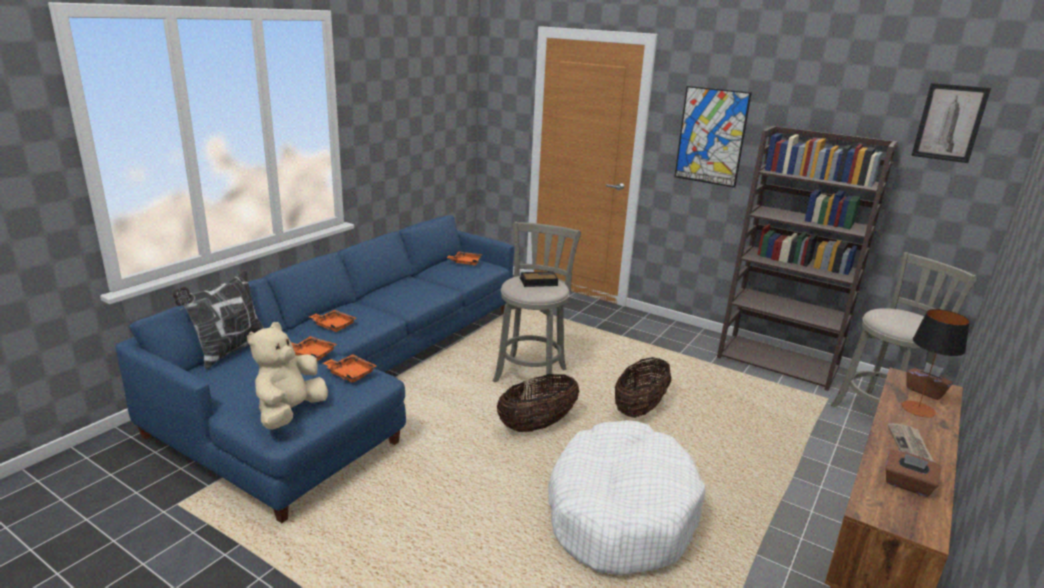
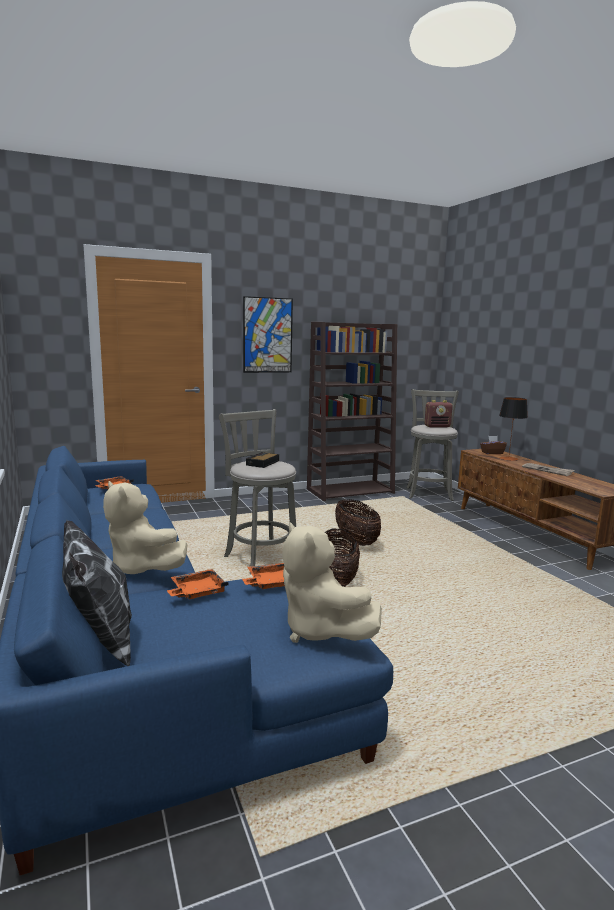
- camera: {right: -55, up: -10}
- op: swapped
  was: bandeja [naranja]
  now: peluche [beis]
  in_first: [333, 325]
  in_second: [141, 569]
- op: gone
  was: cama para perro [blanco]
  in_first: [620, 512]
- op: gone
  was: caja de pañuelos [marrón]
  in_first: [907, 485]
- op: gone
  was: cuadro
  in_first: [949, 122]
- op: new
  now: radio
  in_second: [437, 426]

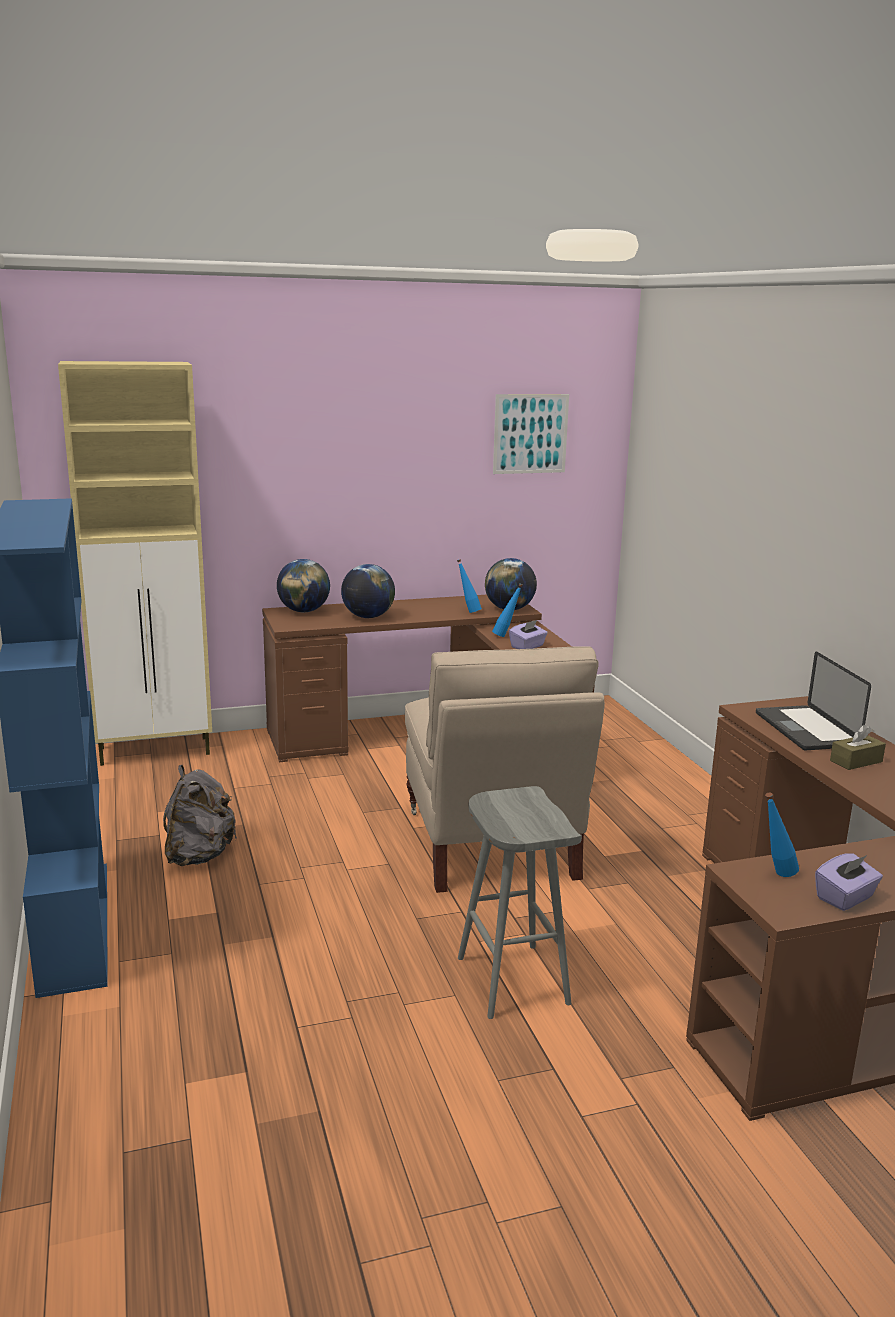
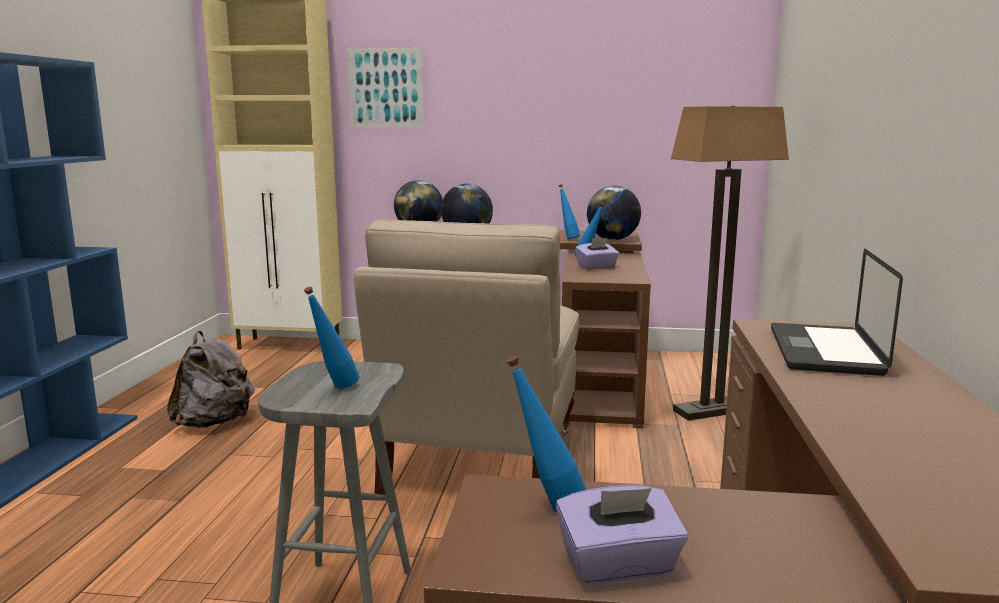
- camera: {right: 25, up: -5}
- op: shifted
  was: cuadro
  in_first: [530, 434]
  in_second: [385, 88]
- op: gone
  was: caja de pañuelos [marrón]
  in_first: [856, 761]
- op: new
  now: botella [azul]
  in_second: [334, 389]
- op: new
  now: lámpara de pie
  in_second: [711, 411]

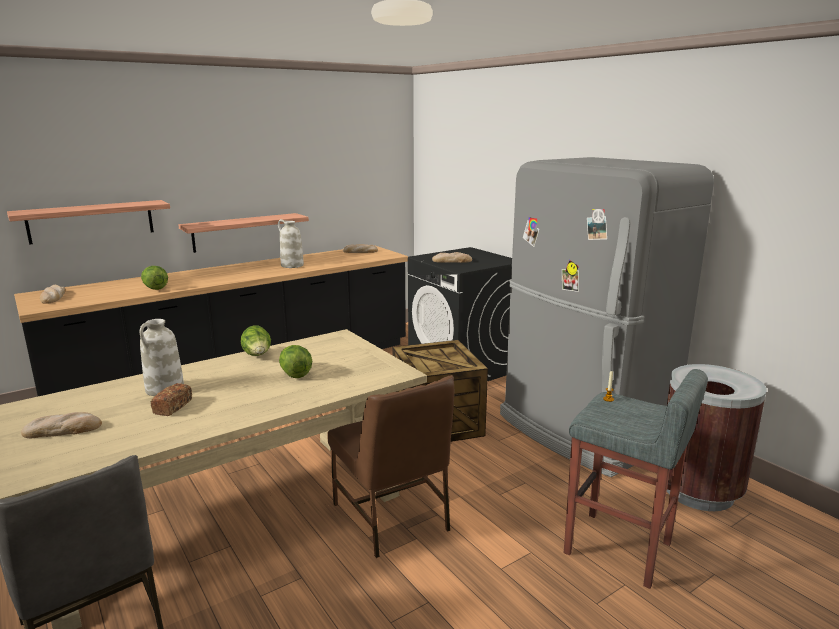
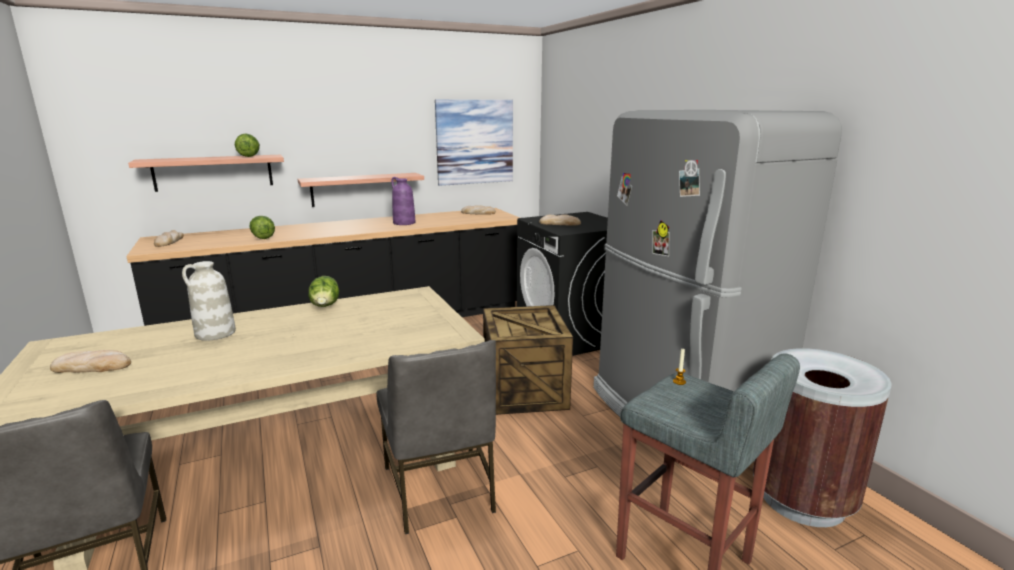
- camera: {right: 10, up: 0}
- op: gone
  was: pan
  in_first: [173, 407]
- op: repainted
  was: florero [blanco]
  now: florero [morado]
  in_first: [291, 265]
  in_second: [403, 223]
- op: shifted
  was: lechuga
  in_first: [295, 374]
  in_second: [249, 156]
- op: repainted
  was: silla [marrón]
  now: silla [gris]
  in_first: [392, 517]
  in_second: [439, 490]
- op: new
  now: cuadro
  in_second: [474, 142]

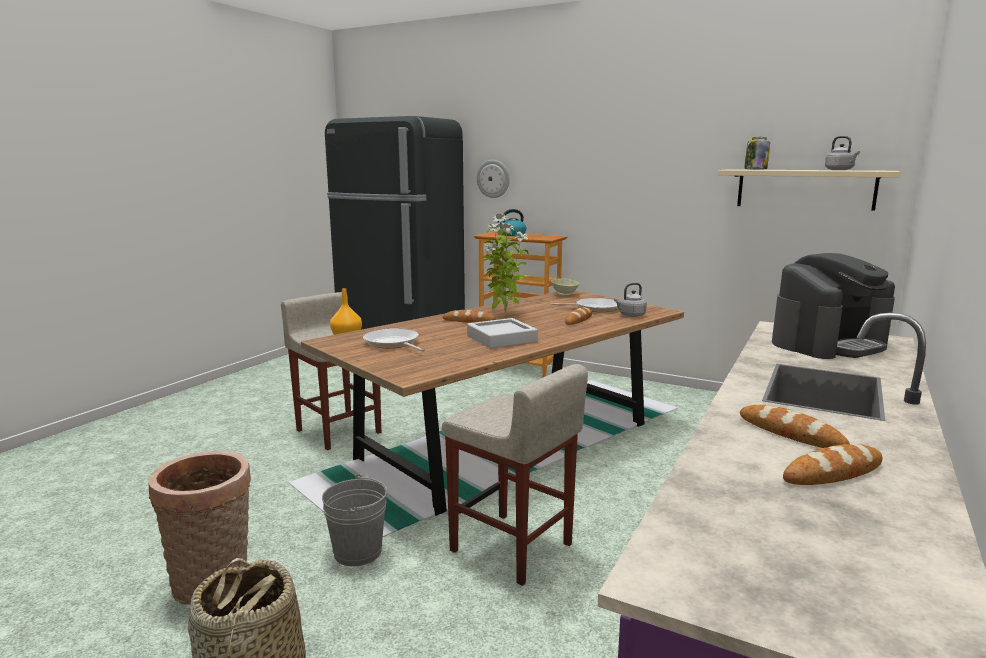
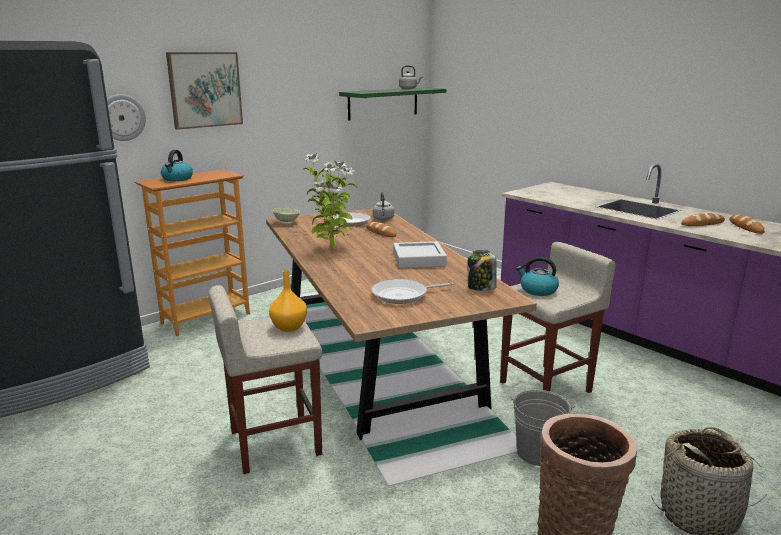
- camera: {right: -70, up: 5}
- op: gone
  was: pan
  in_first: [469, 321]
- op: repainted
  was: estante [beis]
  now: estante [verde]
  in_first: [805, 189]
  in_second: [383, 103]
- op: shifted
  was: tarro
  in_first: [755, 169]
  in_second: [481, 287]
- op: gone
  was: cafetera
  in_first: [828, 344]
- op: new
  now: cuadro
  in_second: [205, 89]
- op: new
  now: hervidor
  in_second: [537, 290]

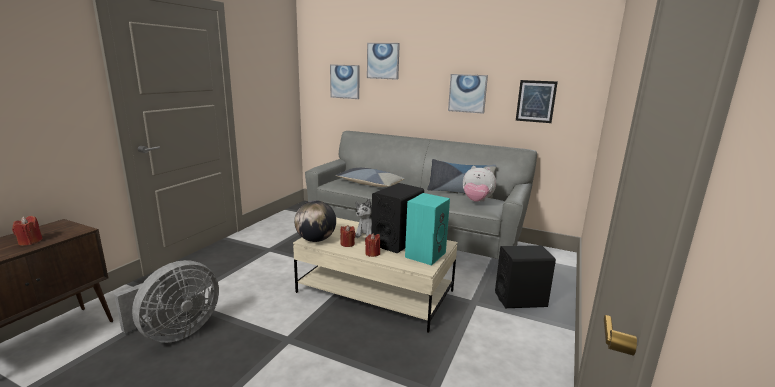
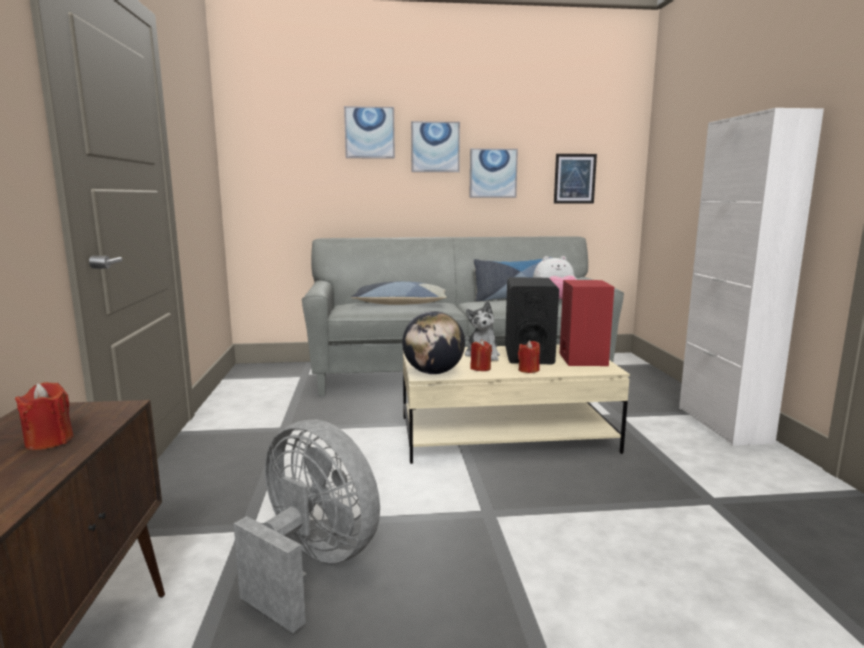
- camera: {right: -30, up: -5}
- op: rotated
  was: ventilador [gris]
  in_first: [175, 332]
  in_second: [312, 566]
  clockwise: -60
- op: shifted
  was: cuadro
  in_first: [345, 81]
  in_second: [435, 147]
- op: repainted
  was: altavoz [turquesa]
  now: altavoz [rojo]
  in_first: [425, 254]
  in_second: [581, 359]
- op: gone
  was: altavoz [negro]
  in_first: [520, 299]
- op: new
  now: armario [blanco]
  in_second: [723, 424]

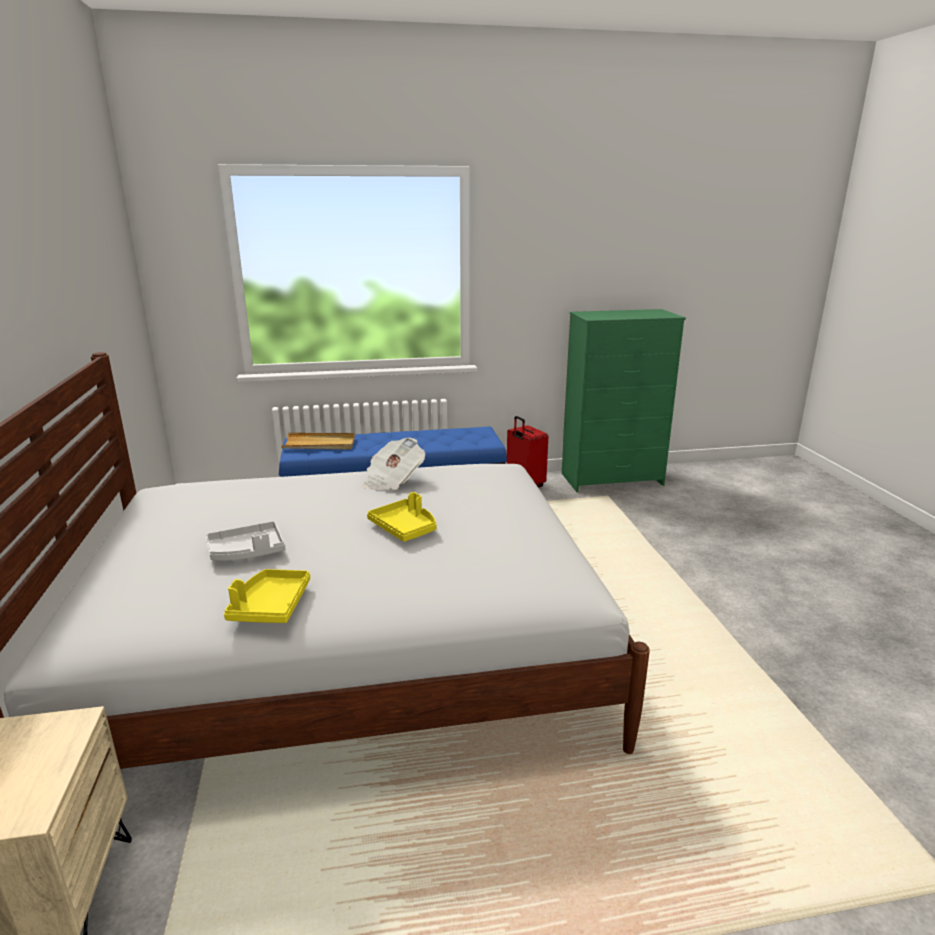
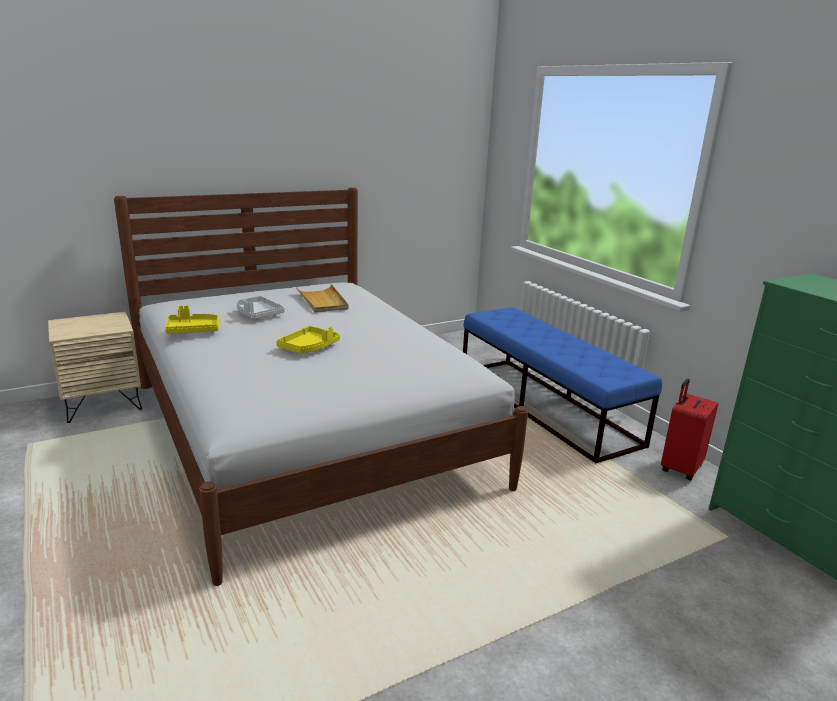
- camera: {right: 70, up: 0}
- op: shifted
  was: bandeja [beis]
  in_first: [320, 444]
  in_second: [322, 301]
- op: gone
  was: periódico
  in_first: [392, 480]

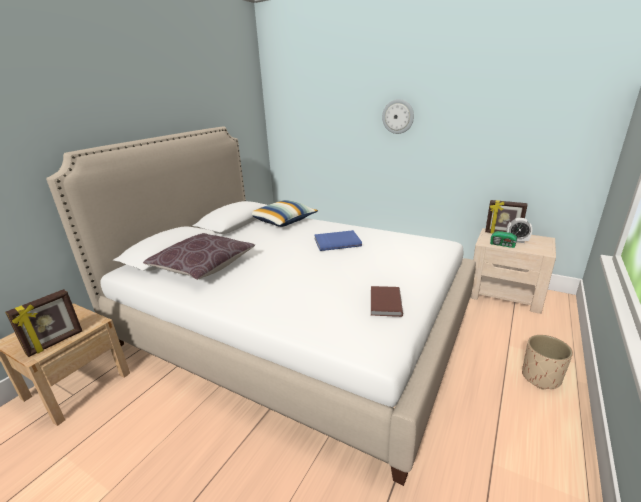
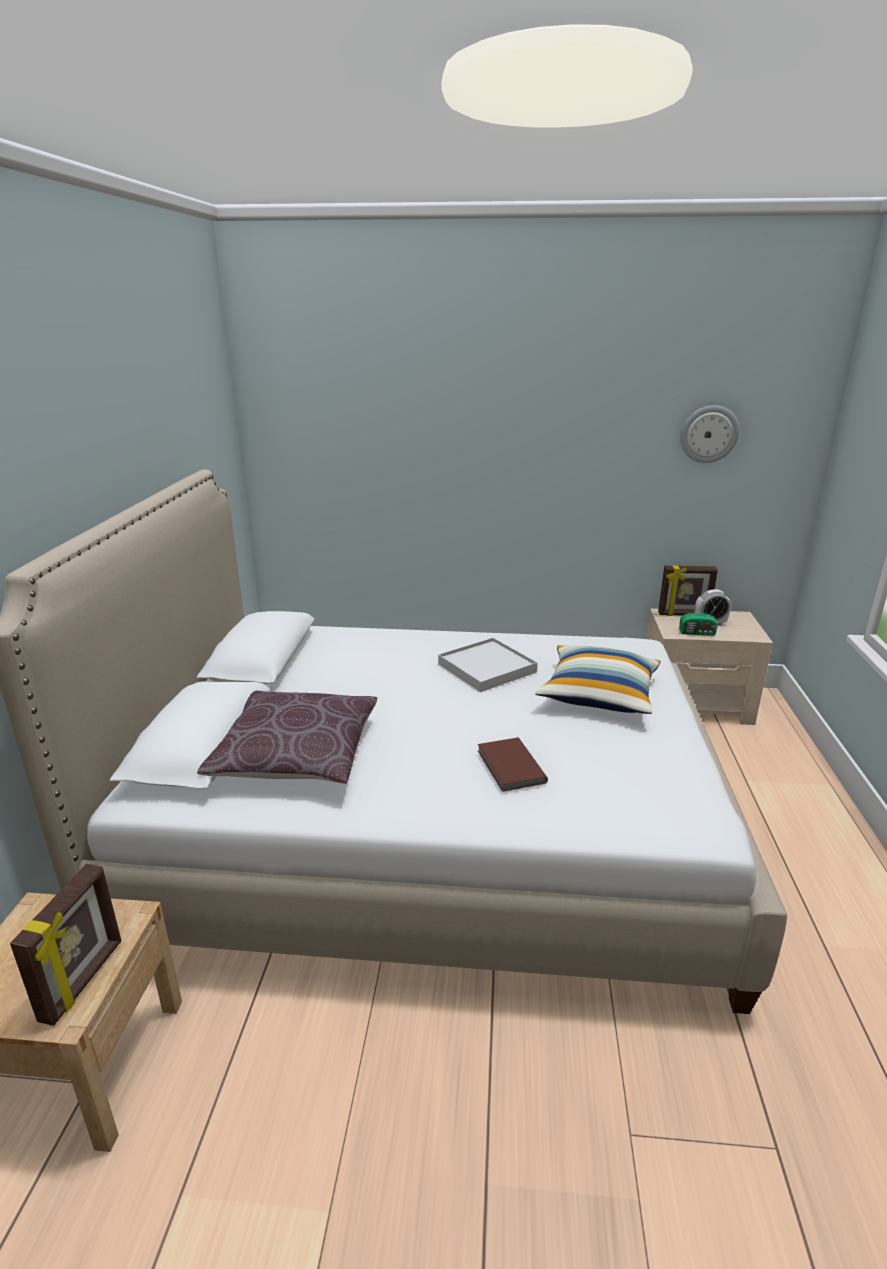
- camera: {right: -25, up: 0}
- op: shifted
  was: cojín
  in_first: [283, 221]
  in_second: [598, 694]
- op: swapped
  was: libro [azul]
  now: bandeja [blanco]
  in_first: [337, 242]
  in_second: [486, 668]
- op: shifted
  was: libro [marrón]
  in_first: [384, 303]
  in_second: [509, 767]
- op: shifted
  was: reloj de pared
  in_first: [398, 116]
  in_second: [709, 434]
- op: gone
  was: maceta [beis]
  in_first: [540, 377]

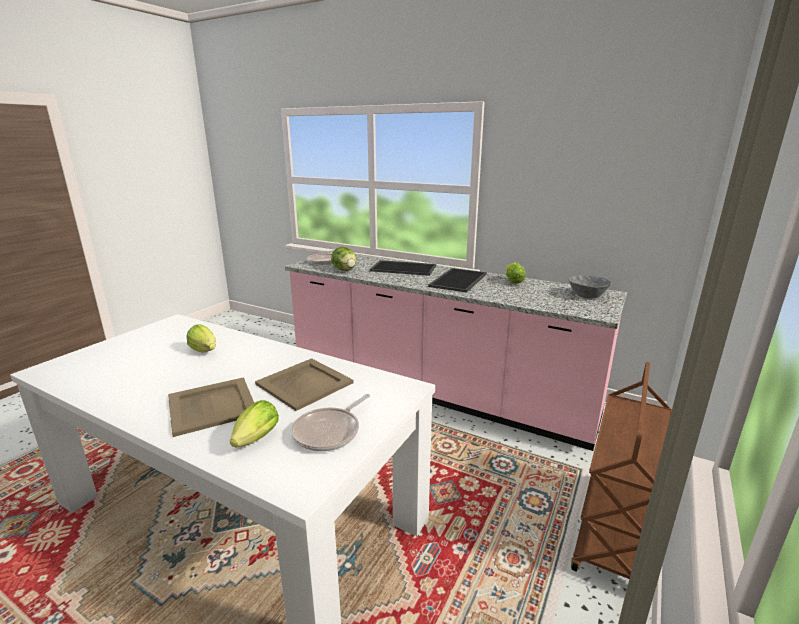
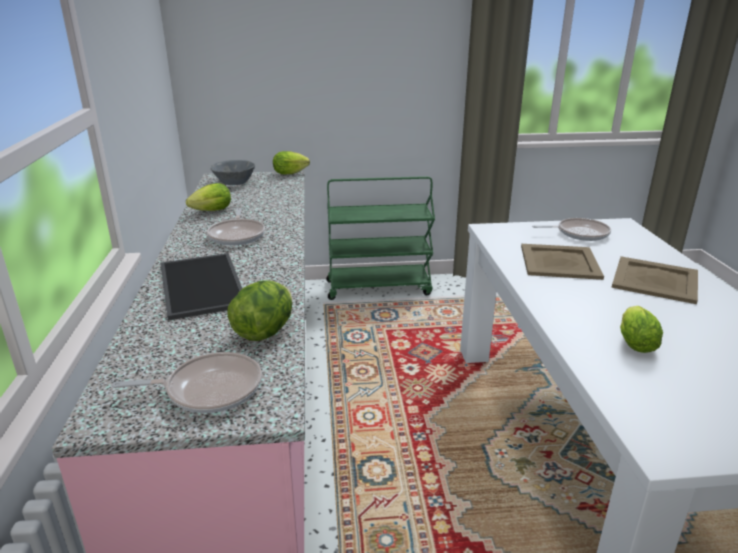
- camera: {right: -125, up: 5}
- op: shifted
  was: lechuga
  in_first: [254, 441]
  in_second: [292, 173]
- op: swapped
  was: bandeja
  now: sartén
  in_first: [459, 280]
  in_second: [237, 235]
- op: repainted
  was: carrito [marrón]
  now: carrito [verde]
  in_first: [614, 531]
  in_second: [379, 287]

